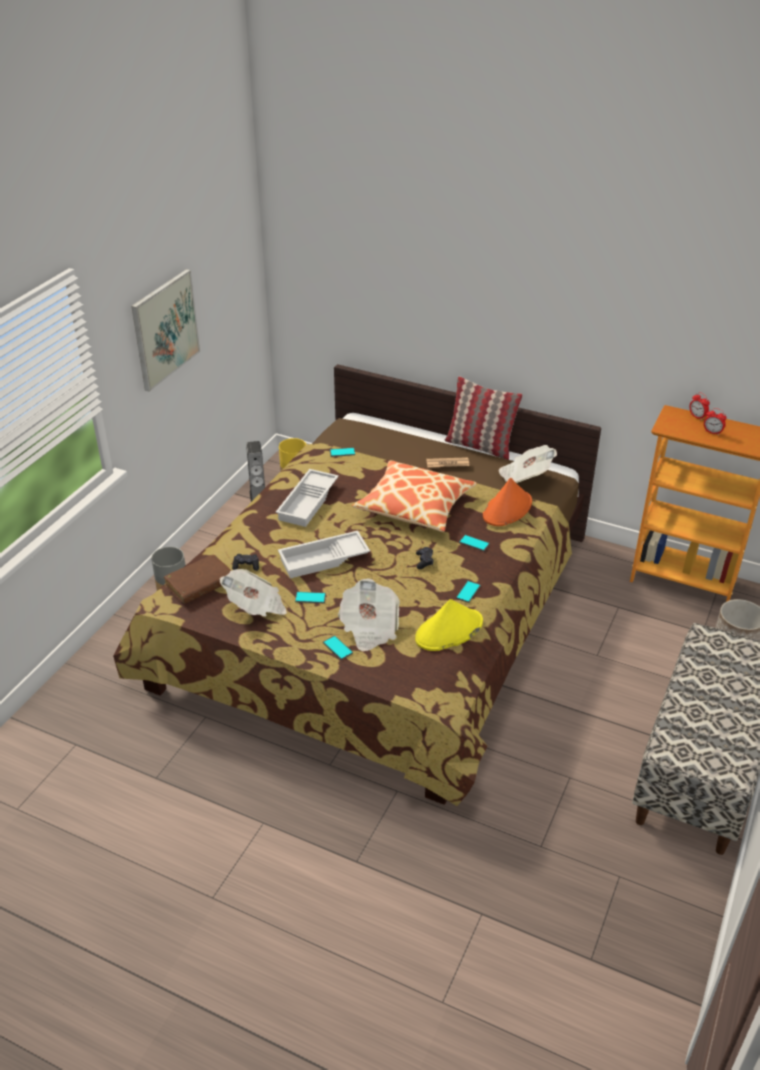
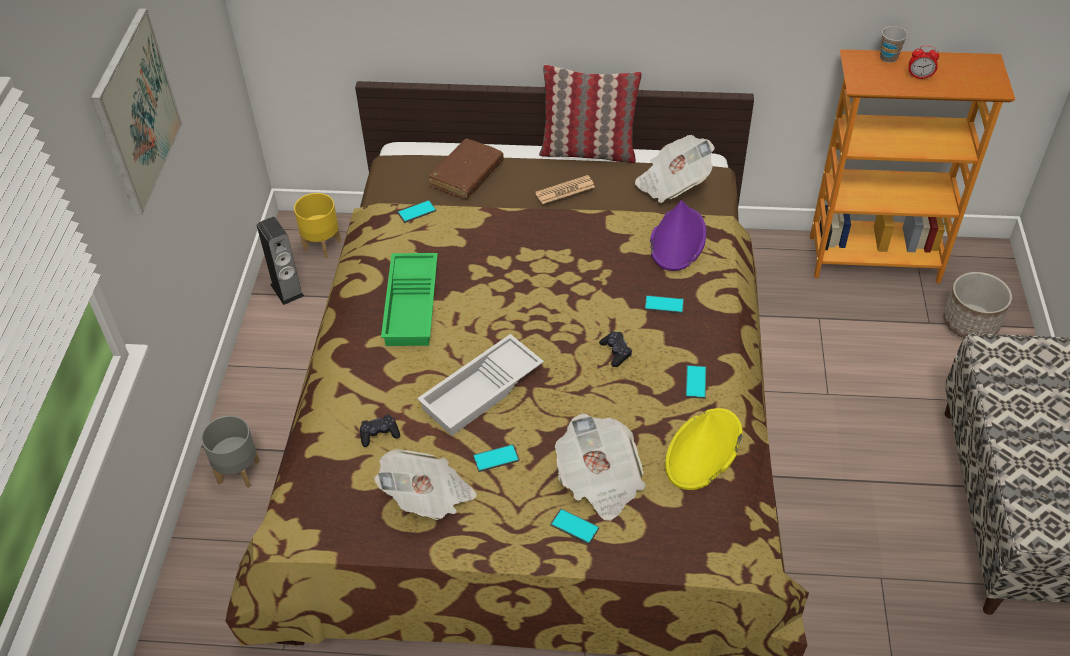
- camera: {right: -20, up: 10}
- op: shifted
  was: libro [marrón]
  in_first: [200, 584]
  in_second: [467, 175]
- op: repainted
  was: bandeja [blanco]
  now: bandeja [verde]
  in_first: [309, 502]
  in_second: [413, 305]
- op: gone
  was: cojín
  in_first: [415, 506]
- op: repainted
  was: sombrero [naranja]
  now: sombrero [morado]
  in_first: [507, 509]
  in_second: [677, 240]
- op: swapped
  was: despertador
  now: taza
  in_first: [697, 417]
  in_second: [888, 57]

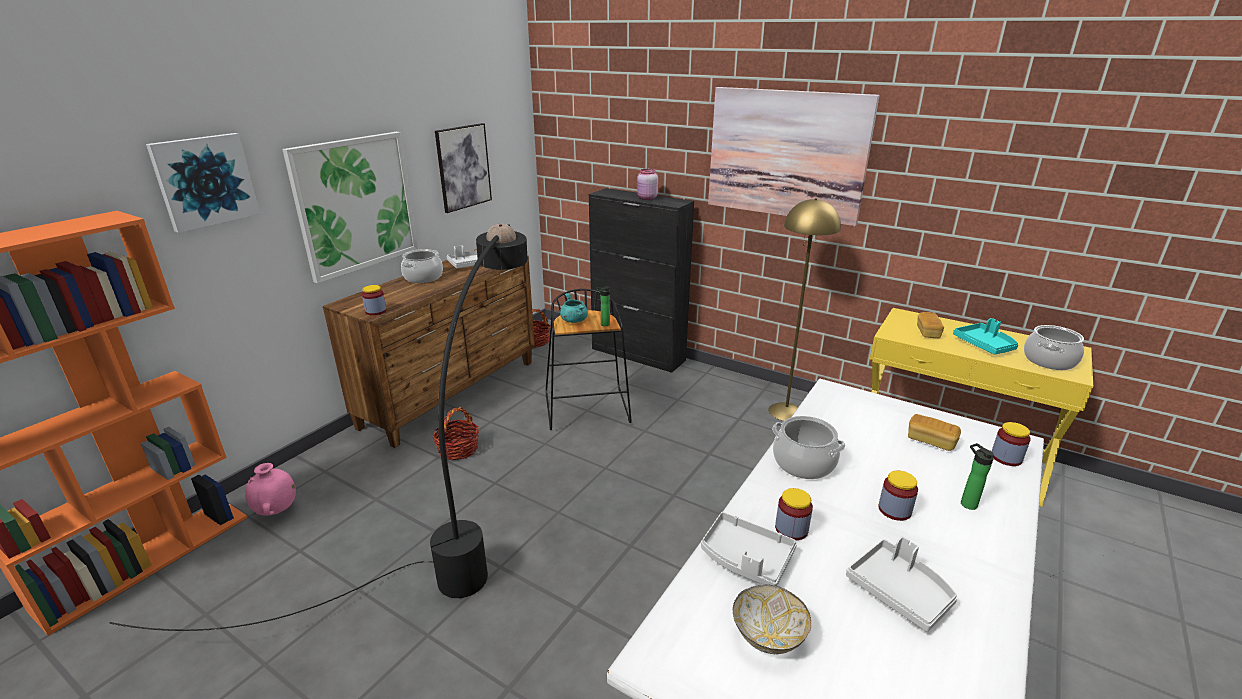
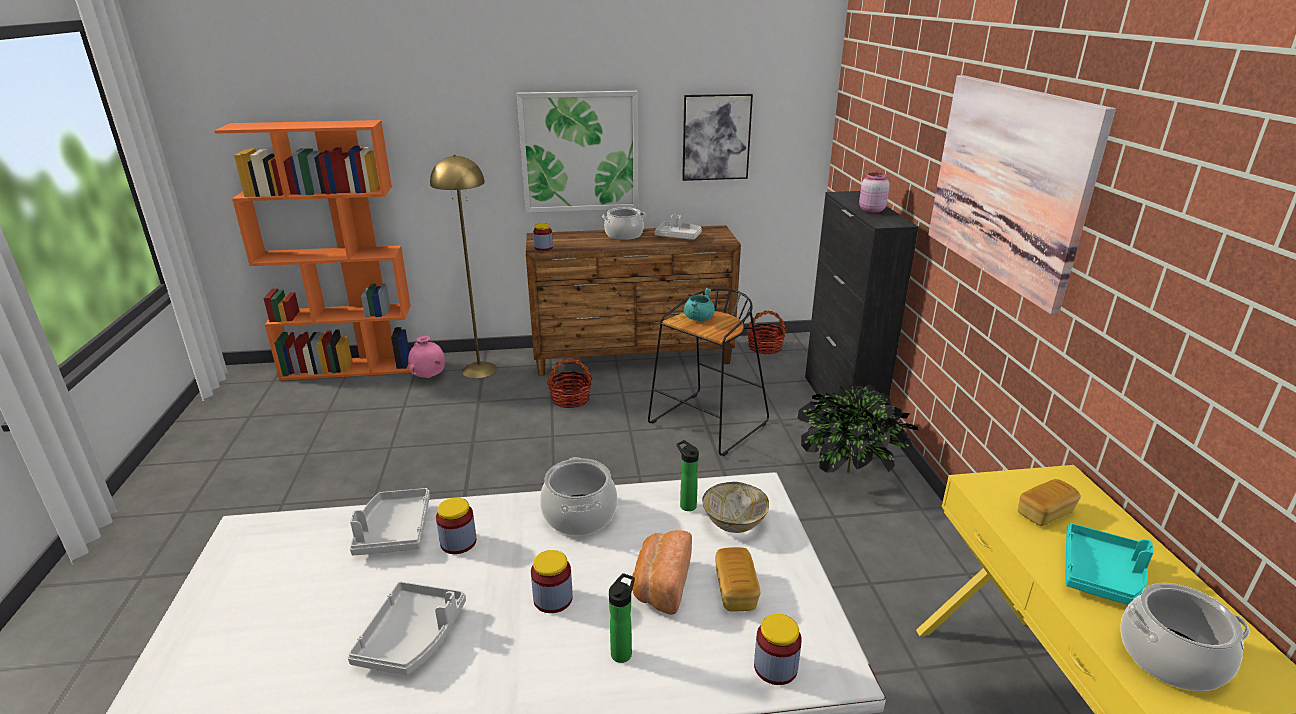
- camera: {right: 50, up: 0}
- op: gone
  was: lámpara de pie [negro]
  in_first: [459, 534]
- op: gone
  was: cuadro
  in_first: [205, 181]
- op: shifted
  was: botella
  in_first: [603, 324]
  in_second: [686, 505]
- op: shifted
  was: cuenco
  in_first: [767, 637]
  in_second: [733, 523]
- op: shifted
  was: lámpara de pie [amarillo]
  in_first: [786, 411]
  in_second: [479, 369]
- op: new
  now: pan
  in_second: [660, 585]
- op: new
  now: planta en maceta
  in_second: [850, 473]

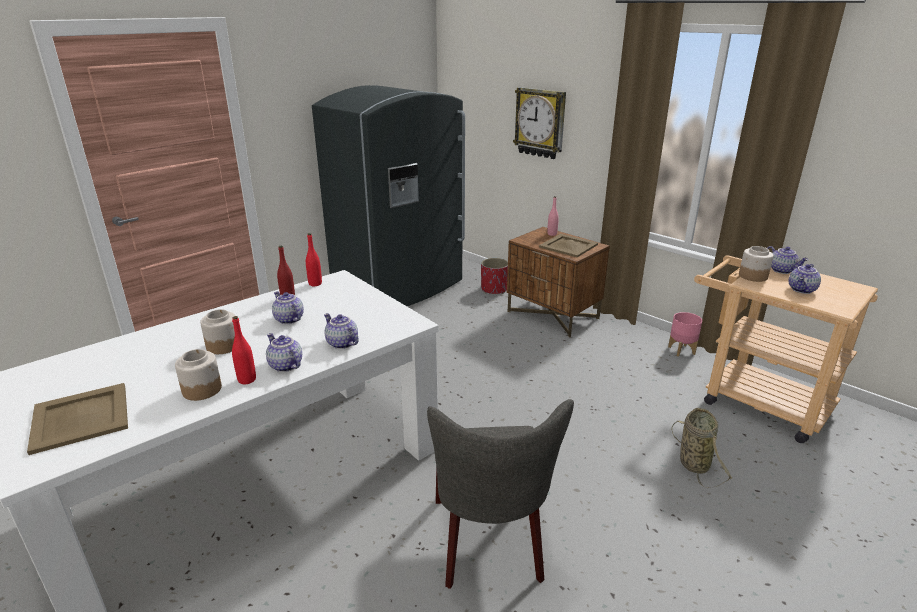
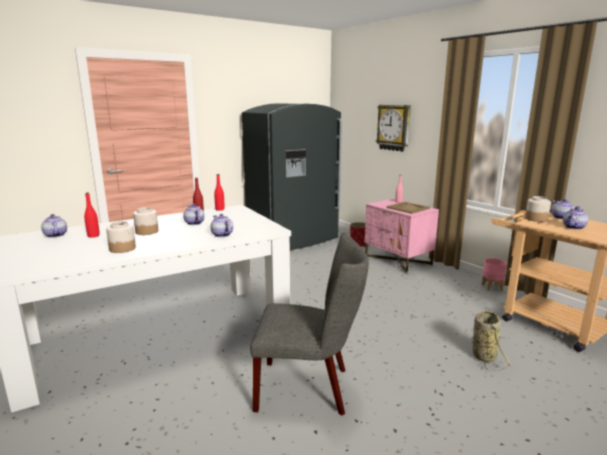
- camera: {right: 10, up: -10}
- op: gone
  was: bandeja [beis]
  in_first: [79, 418]
- op: shifted
  was: botella [rojo]
  in_first: [247, 380]
  in_second: [93, 236]
- op: shifted
  was: tetera
  in_first: [285, 366]
  in_second: [55, 235]
- op: rotated
  was: silla [gris]
  in_first: [489, 545]
  in_second: [309, 388]
  clockwise: -90
- op: repainted
  was: mesita de noche [marrón]
  now: mesita de noche [rosa]
  in_first: [553, 315]
  in_second: [398, 261]

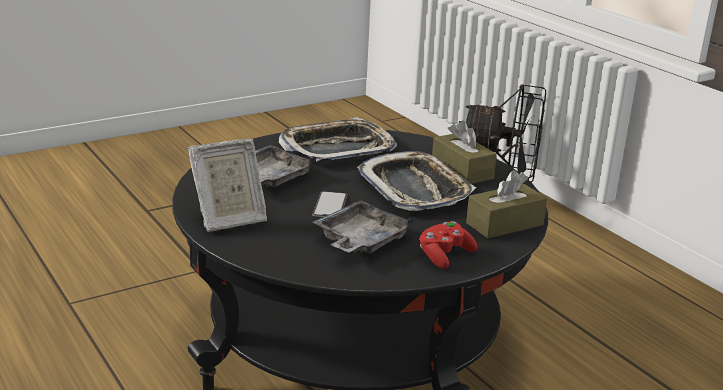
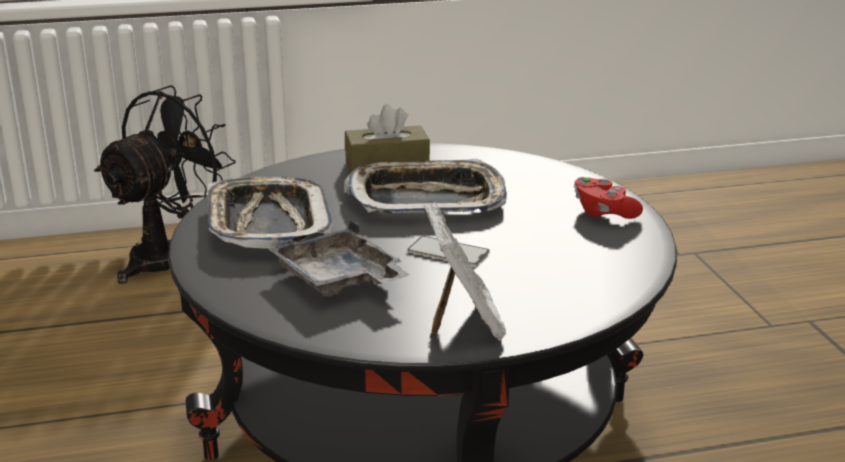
- camera: {right: -70, up: 0}
- op: gone
  was: bandeja [gris]
  in_first: [360, 241]
- op: gone
  was: caja de pañuelos [marrón]
  in_first: [504, 224]

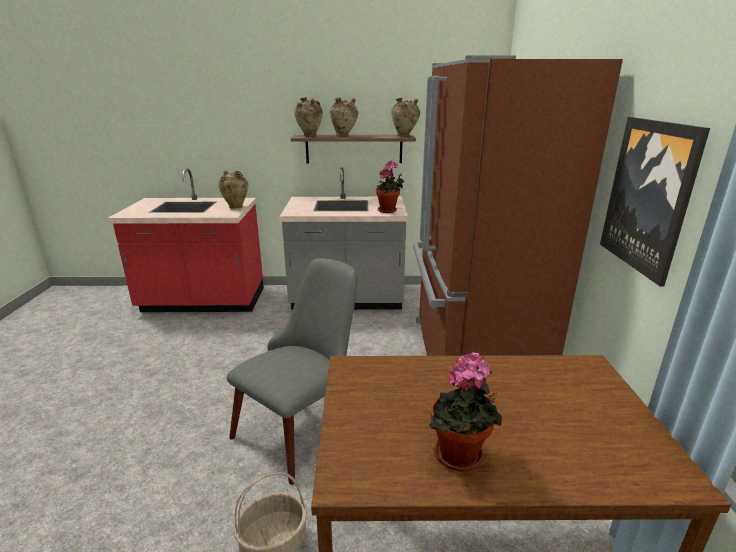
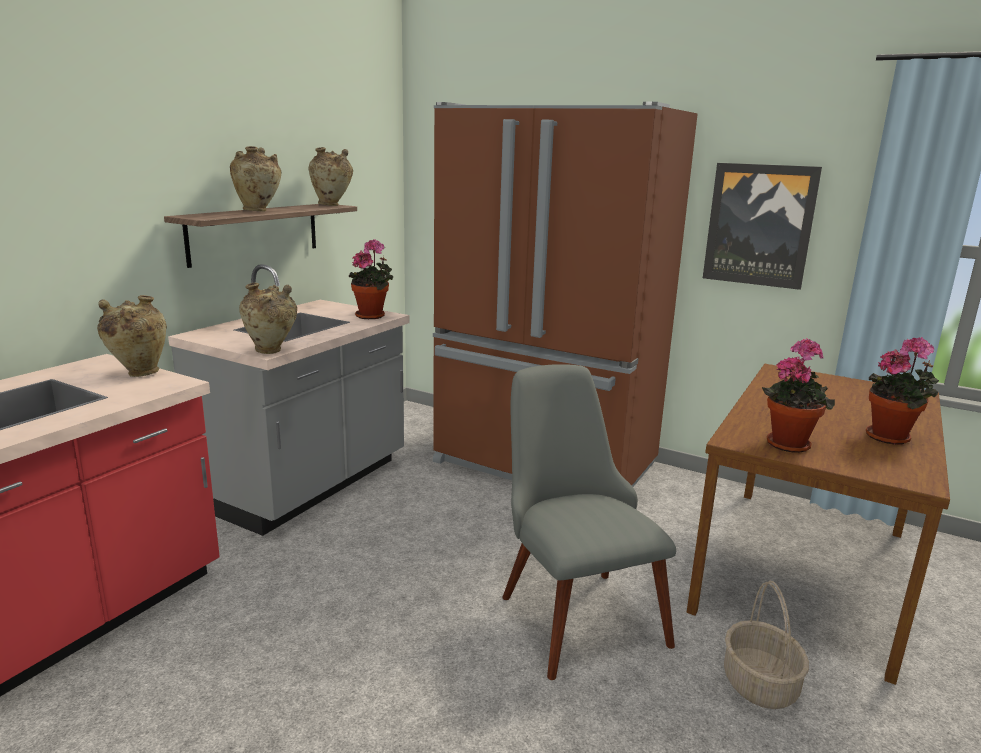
- camera: {right: -60, up: -5}
- op: shifted
  was: florero [beis]
  in_first: [309, 136]
  in_second: [271, 351]
- op: new
  now: planta en maceta
  in_second: [788, 443]

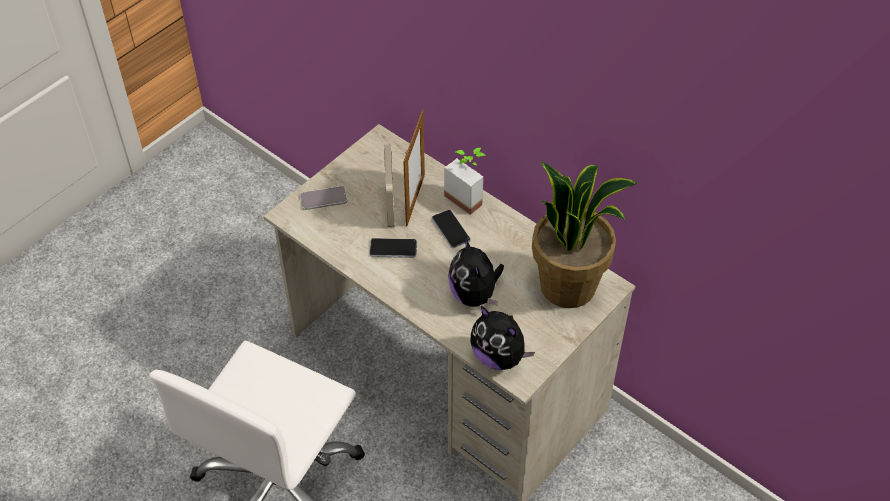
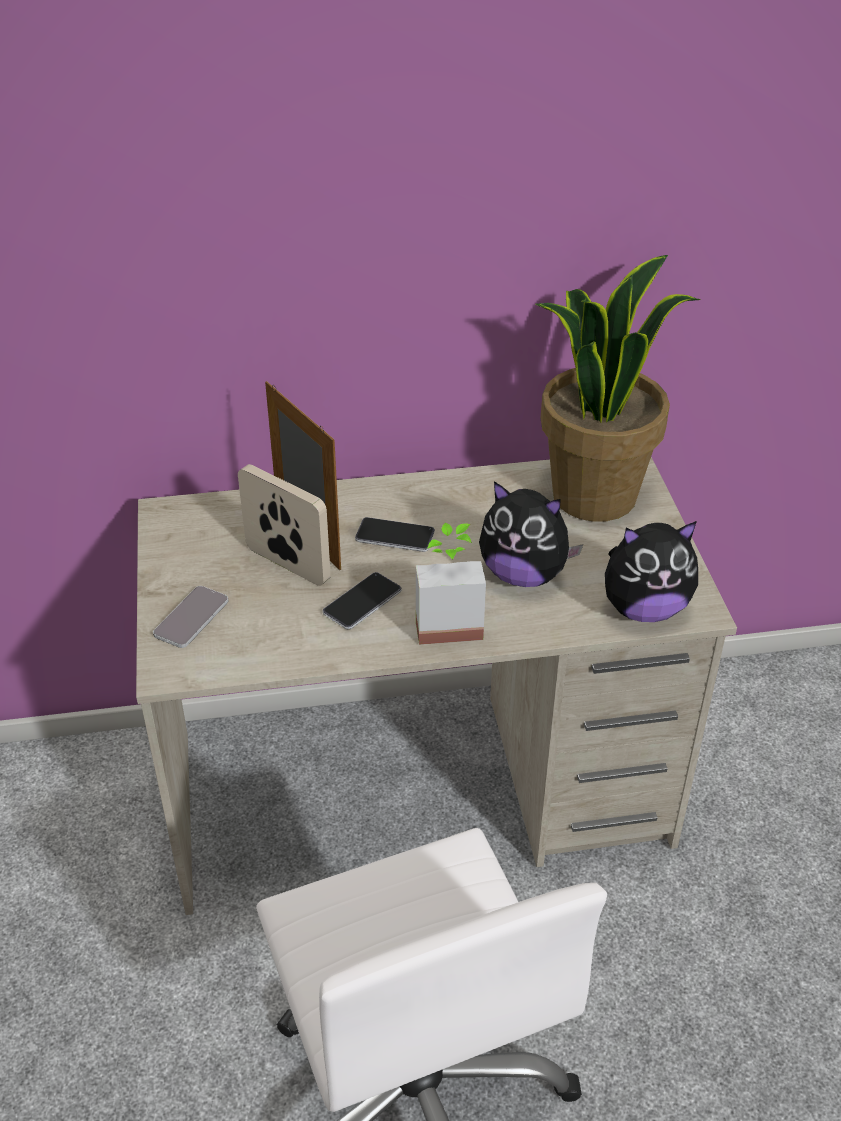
- camera: {right: -50, up: -10}
- op: shifted
  was: planta en maceta
  in_first: [468, 196]
  in_second: [447, 621]

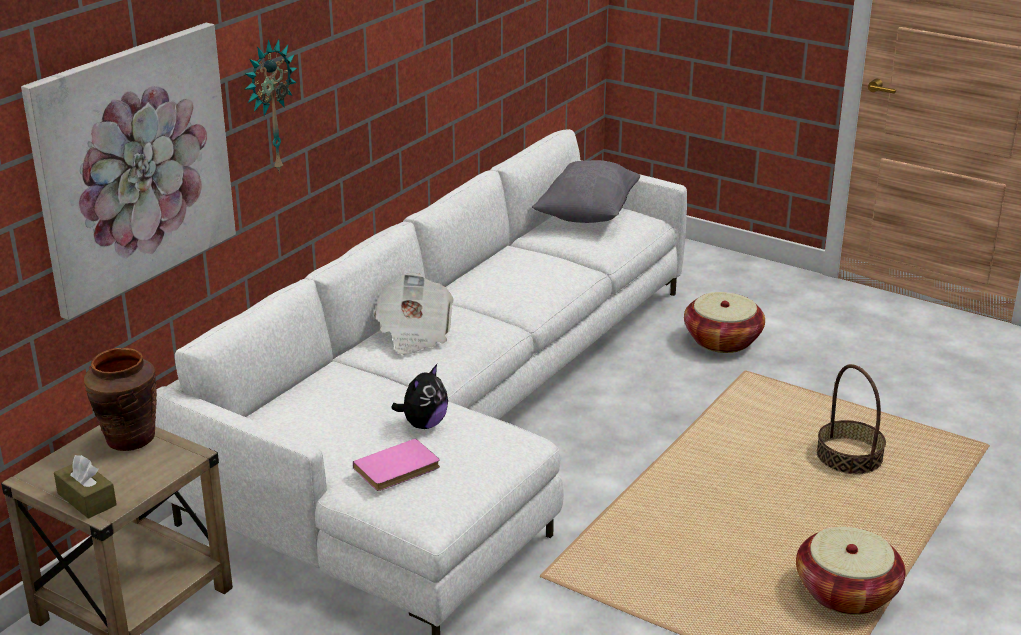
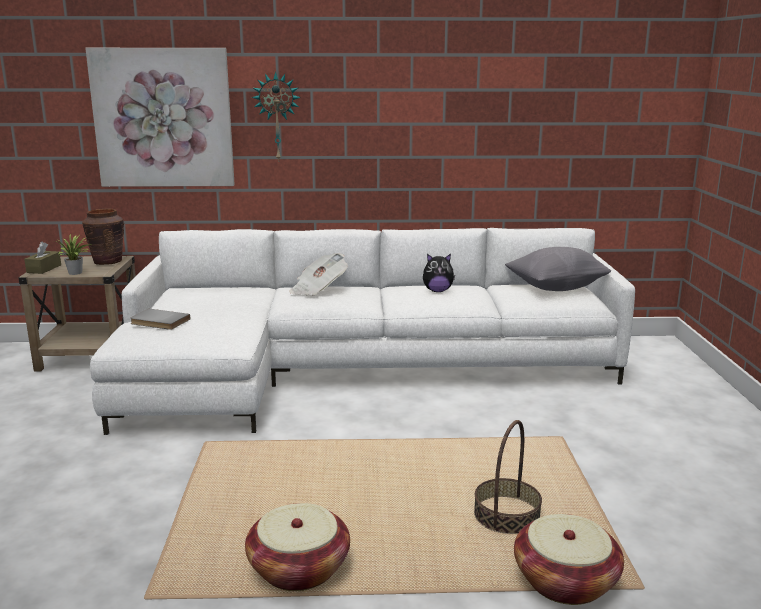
- camera: {right: 55, up: -10}
- op: repainted
  was: libro [rosa]
  now: libro [gris]
  in_first: [398, 469]
  in_second: [159, 322]
- op: shifted
  was: peluche
  in_first: [423, 424]
  in_second: [437, 291]
- op: shifted
  was: cesta
  in_first: [722, 340]
  in_second: [565, 581]
- op: new
  now: planta en maceta
  in_second: [76, 273]

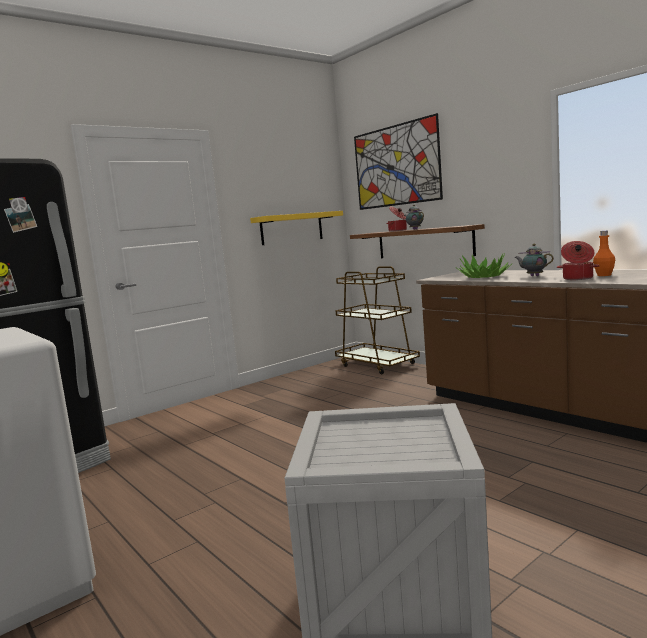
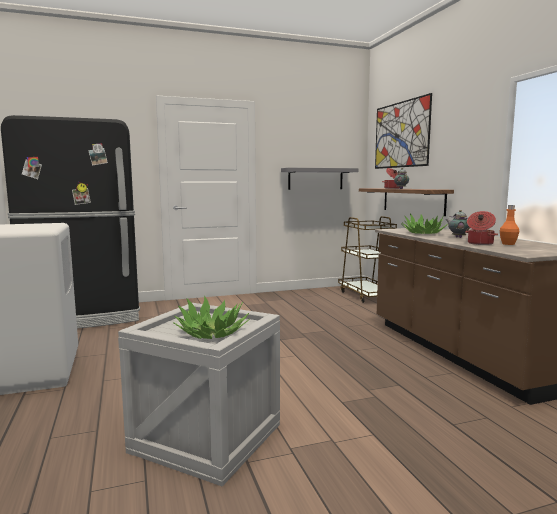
- camera: {right: 20, up: 0}
- op: repainted
  was: estante [amarillo]
  now: estante [gris]
  in_first: [291, 228]
  in_second: [315, 179]
- op: new
  now: planta en maceta
  in_second: [212, 333]

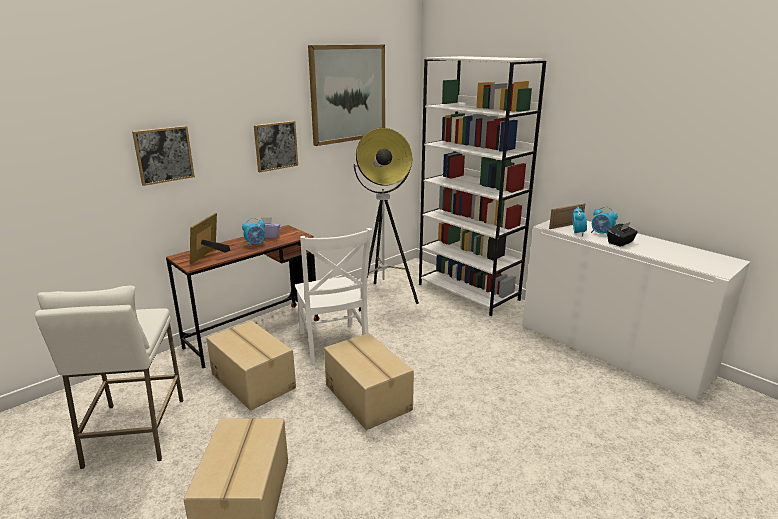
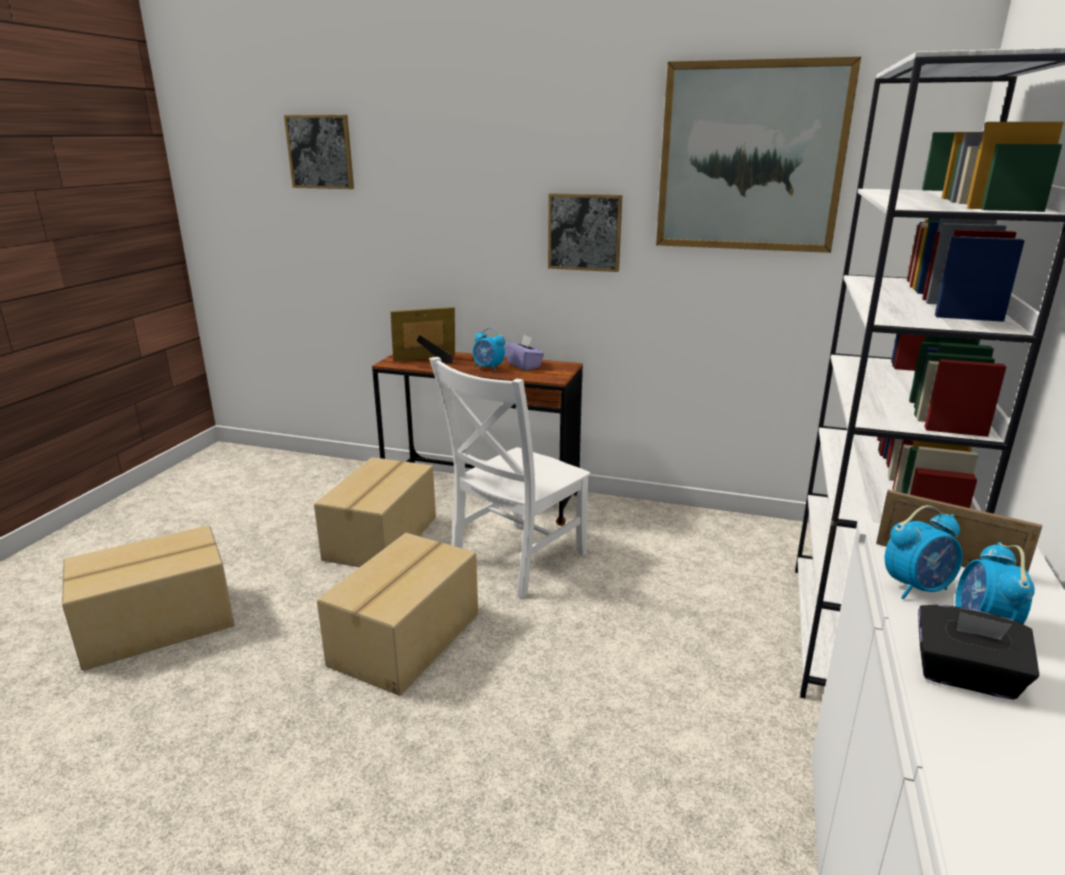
- camera: {right: 60, up: 0}
- op: gone
  was: taburete [blanco]
  in_first: [135, 432]
- op: shifted
  was: cuadro
  in_first: [164, 155]
  in_second: [320, 152]
- op: gone
  was: lámpara de pie
  in_first: [383, 298]

